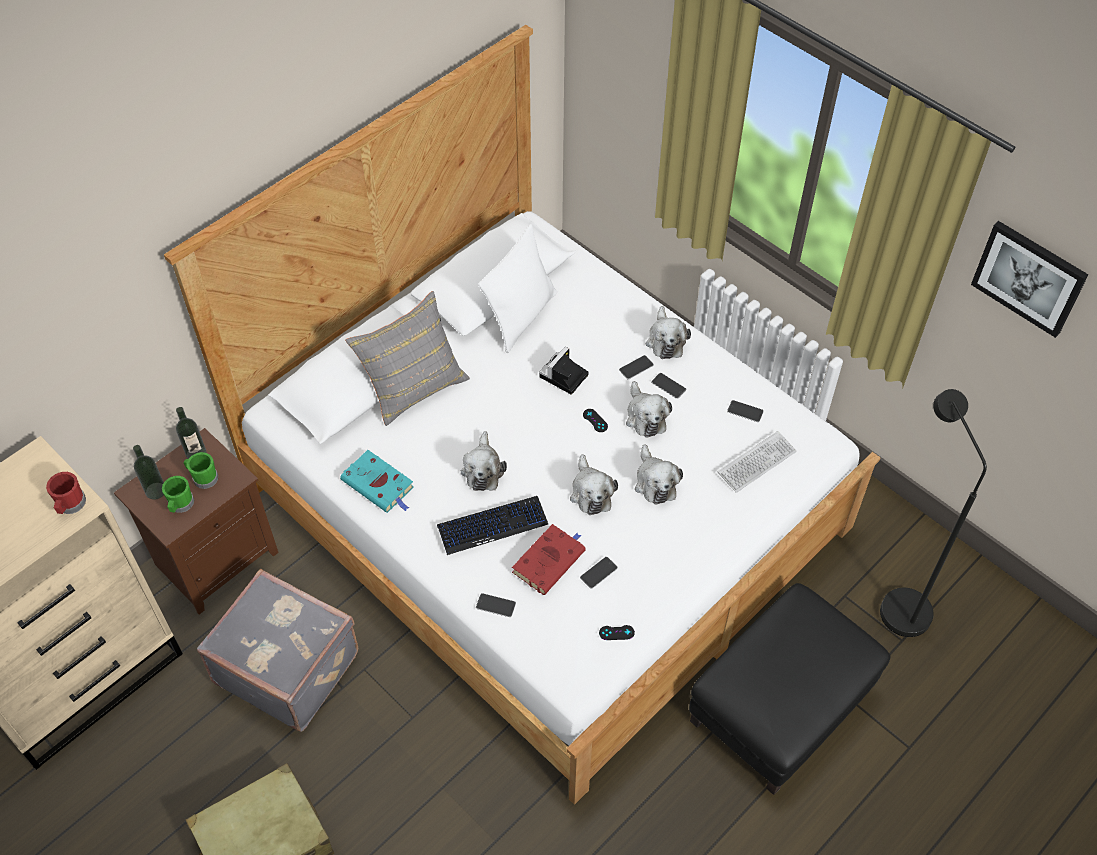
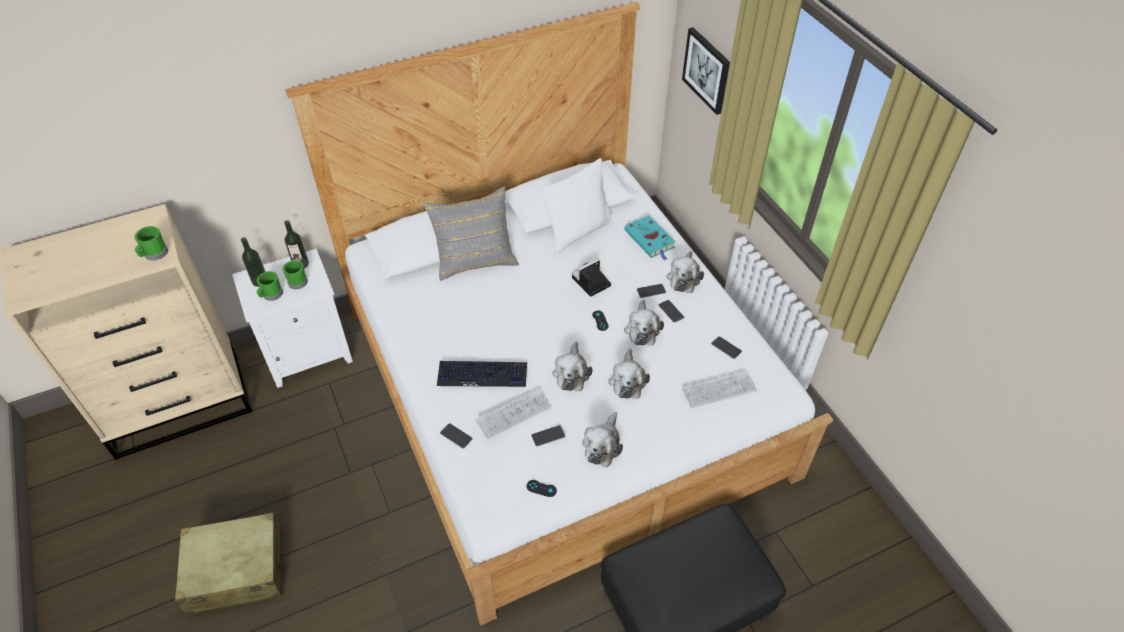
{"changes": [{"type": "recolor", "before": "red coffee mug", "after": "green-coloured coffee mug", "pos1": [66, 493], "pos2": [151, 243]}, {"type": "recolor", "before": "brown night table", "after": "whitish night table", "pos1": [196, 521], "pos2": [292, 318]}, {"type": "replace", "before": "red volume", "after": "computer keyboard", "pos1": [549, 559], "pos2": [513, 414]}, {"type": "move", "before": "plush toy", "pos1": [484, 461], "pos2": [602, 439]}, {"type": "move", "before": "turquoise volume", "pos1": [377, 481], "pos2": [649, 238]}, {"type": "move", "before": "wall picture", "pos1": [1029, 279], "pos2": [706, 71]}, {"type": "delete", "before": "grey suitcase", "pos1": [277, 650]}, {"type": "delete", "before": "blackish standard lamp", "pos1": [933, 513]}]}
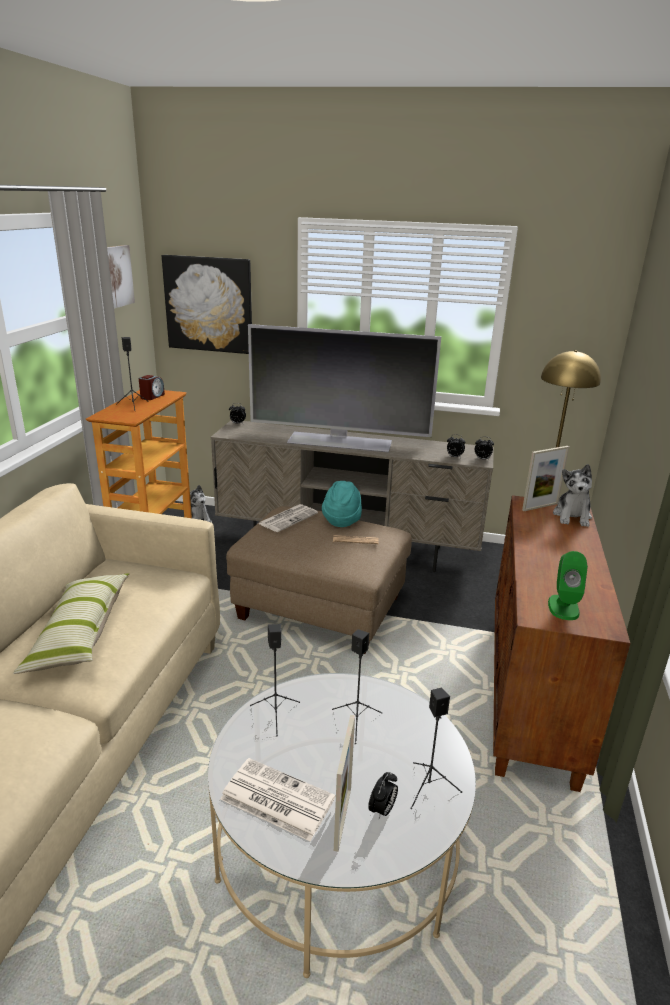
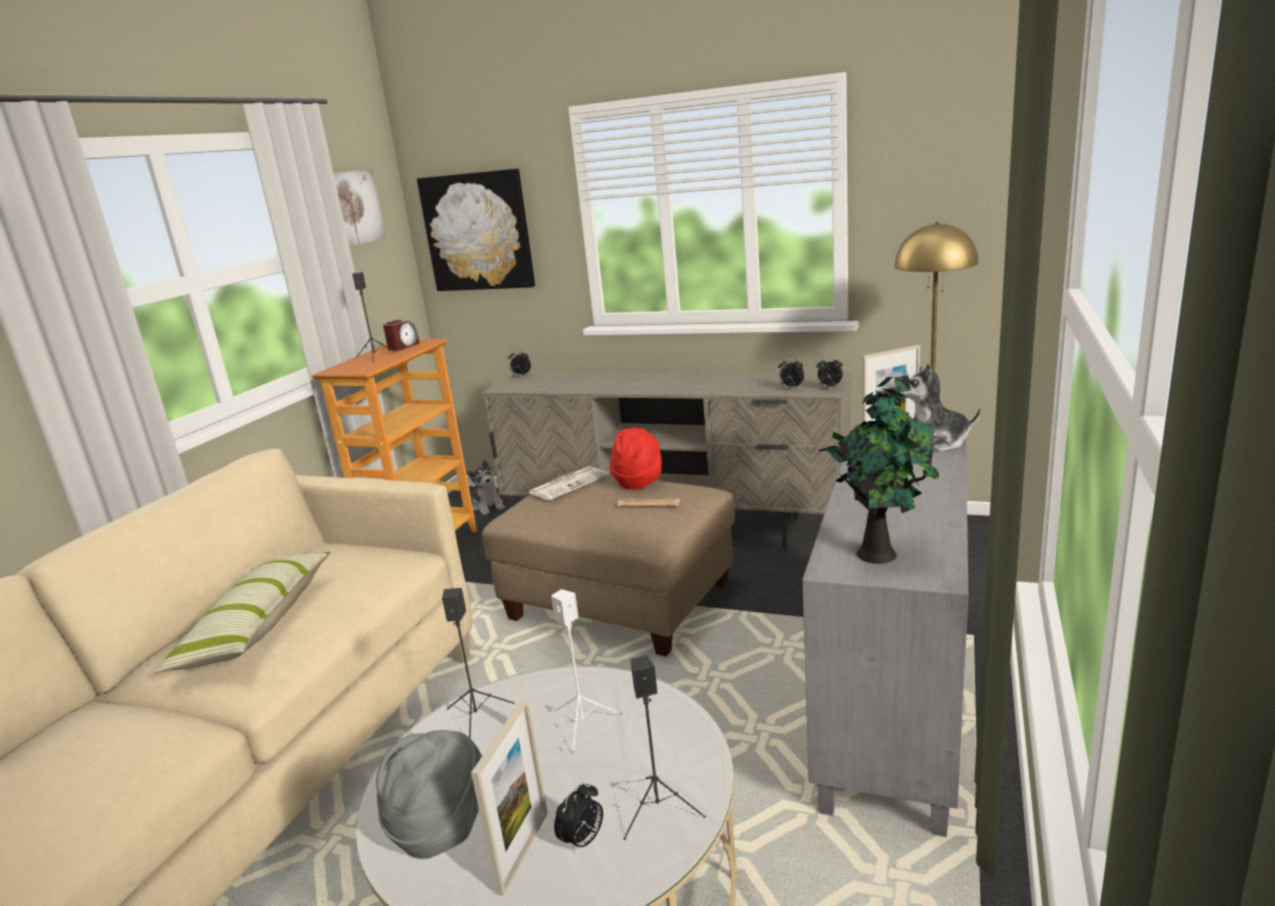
{"changes": [{"type": "replace", "before": "daily paper", "after": "grey clothing hat", "pos1": [277, 799], "pos2": [429, 794]}, {"type": "recolor", "before": "blackish loudspeaker", "after": "whitish loudspeaker", "pos1": [357, 686], "pos2": [586, 672]}, {"type": "recolor", "before": "turquoise clothing hat", "after": "red clothing hat", "pos1": [342, 504], "pos2": [635, 458]}, {"type": "recolor", "before": "brown cabinet", "after": "grey cabinet", "pos1": [562, 643], "pos2": [885, 631]}, {"type": "replace", "before": "green-coloured loudspeaker", "after": "houseplant", "pos1": [568, 585], "pos2": [878, 469]}, {"type": "rotate", "before": "plush toy", "pos1": [572, 495], "pos2": [940, 407], "turn": 75}, {"type": "delete", "before": "television", "pos1": [345, 388]}]}
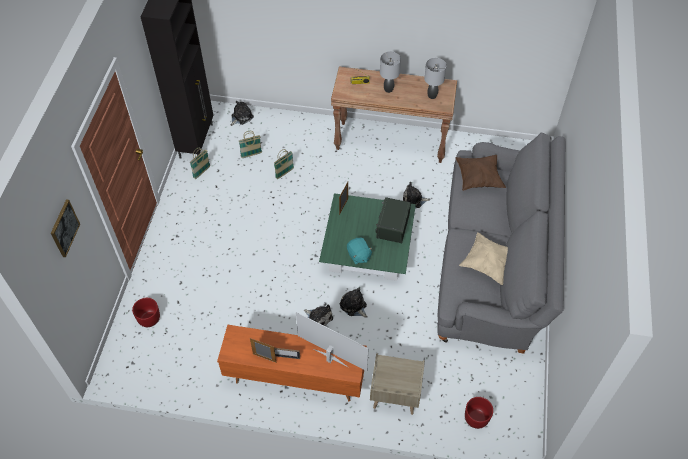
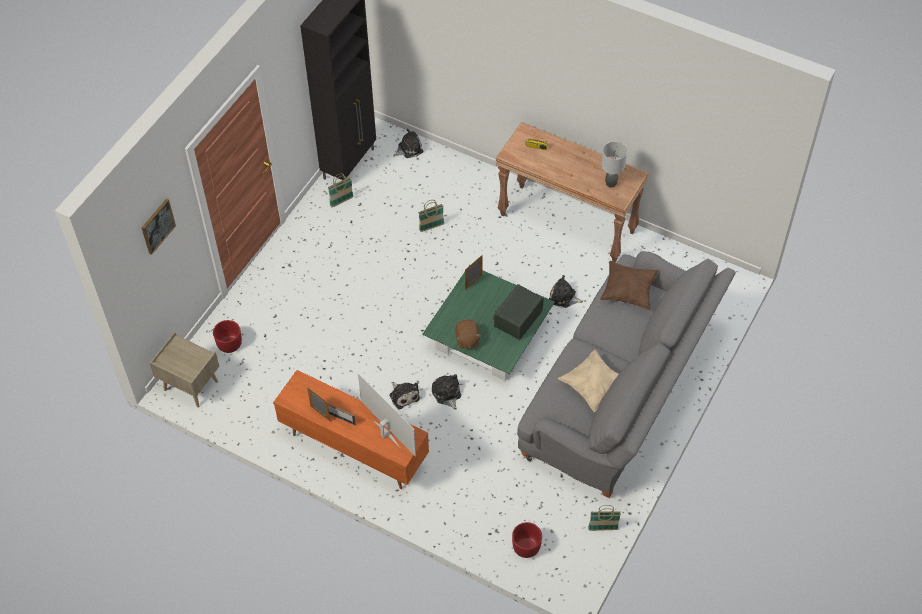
{"changes": [{"type": "move", "before": "sand-coloured night table", "pos1": [397, 384], "pos2": [184, 369]}, {"type": "recolor", "before": "turquoise plush toy", "after": "brown plush toy", "pos1": [360, 251], "pos2": [468, 334]}, {"type": "move", "before": "basket", "pos1": [250, 144], "pos2": [604, 518]}, {"type": "delete", "before": "grey table lamp", "pos1": [390, 72]}]}
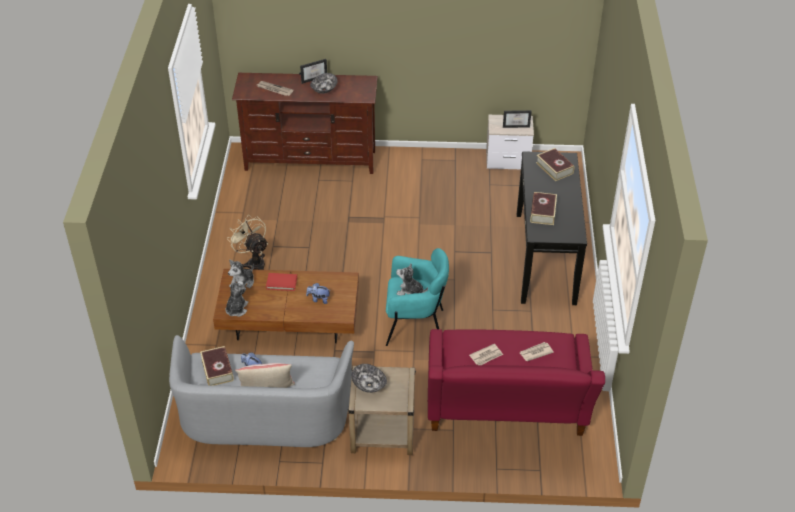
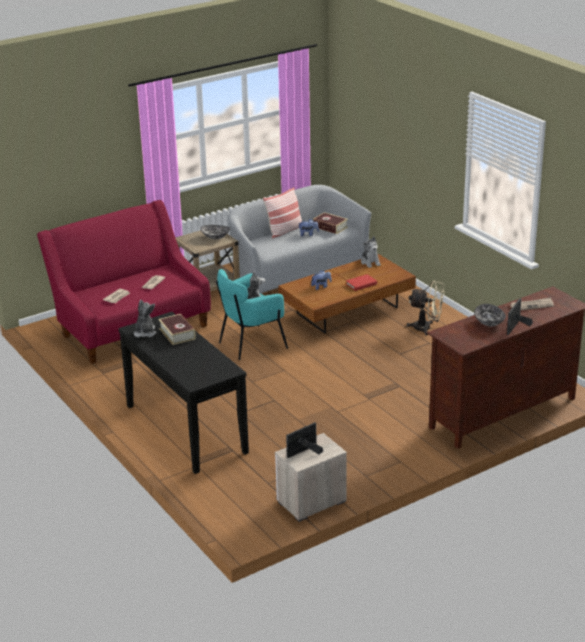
{"changes": [{"type": "move", "before": "plush toy", "pos1": [241, 273], "pos2": [145, 318]}, {"type": "delete", "before": "volume", "pos1": [555, 164]}]}
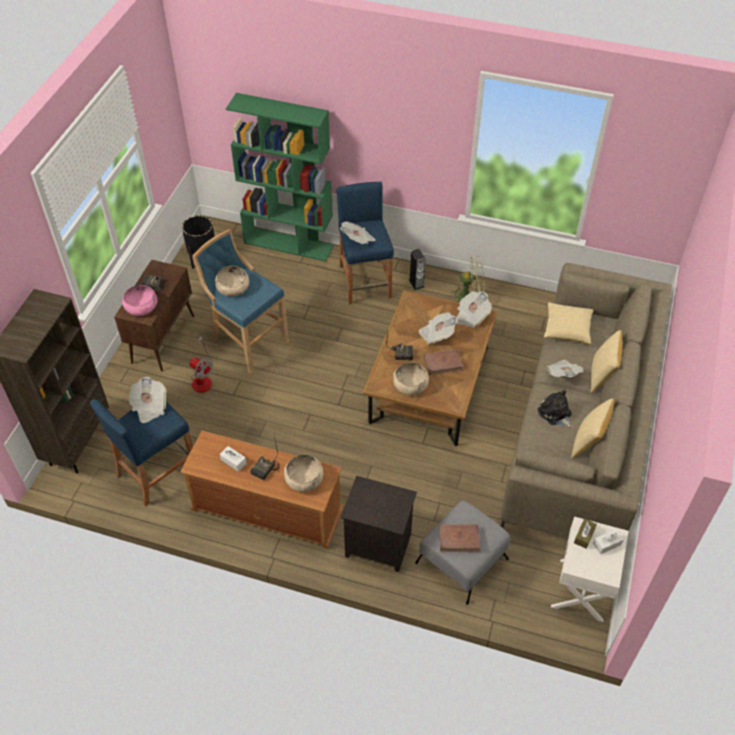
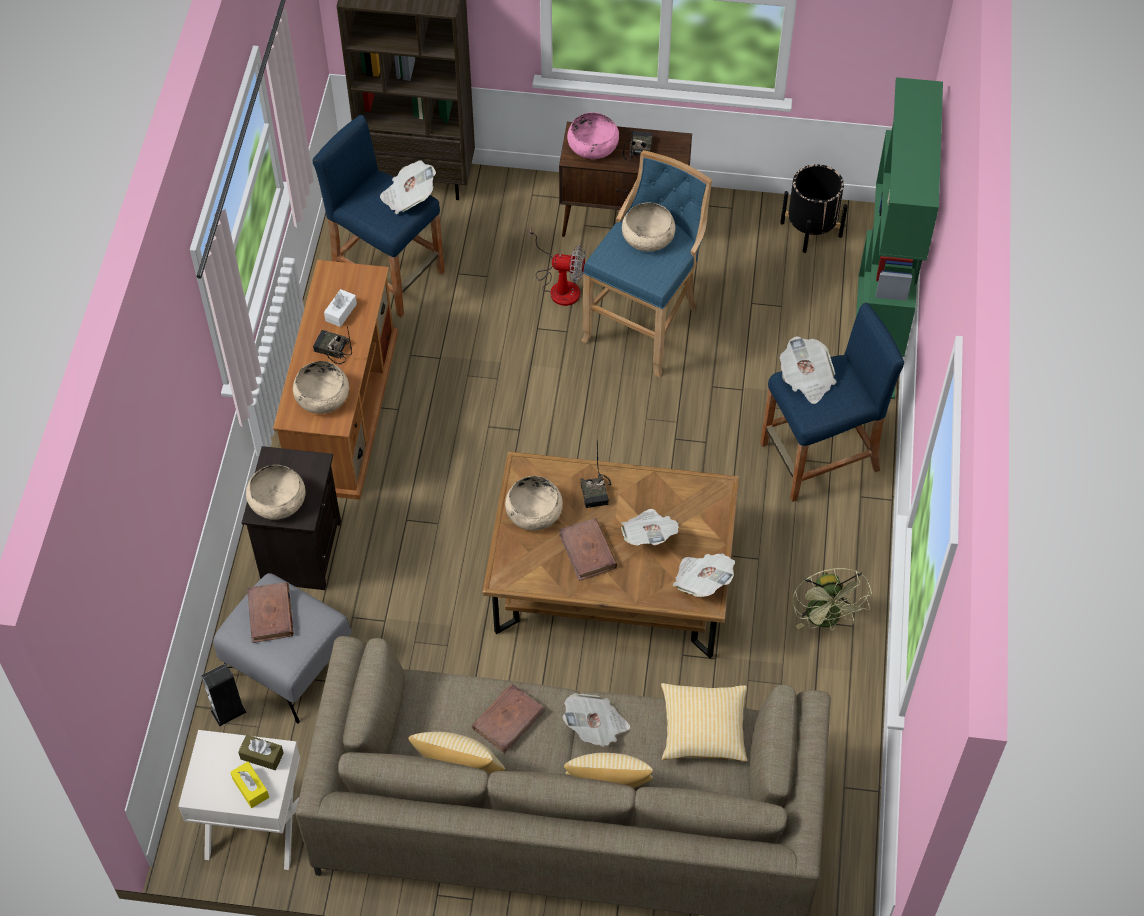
{"changes": [{"type": "move", "before": "loudspeaker", "pos1": [417, 269], "pos2": [224, 695]}, {"type": "recolor", "before": "whitish tissue box", "after": "yellow-coloured tissue box", "pos1": [608, 541], "pos2": [249, 785]}, {"type": "insert", "after": "sand-coloured bowl", "pos2": [276, 492]}, {"type": "replace", "before": "plush toy", "after": "brown volume", "pos1": [555, 409], "pos2": [508, 719]}, {"type": "rotate", "before": "cooling fan", "pos1": [201, 364], "pos2": [557, 266], "turn": -105}]}
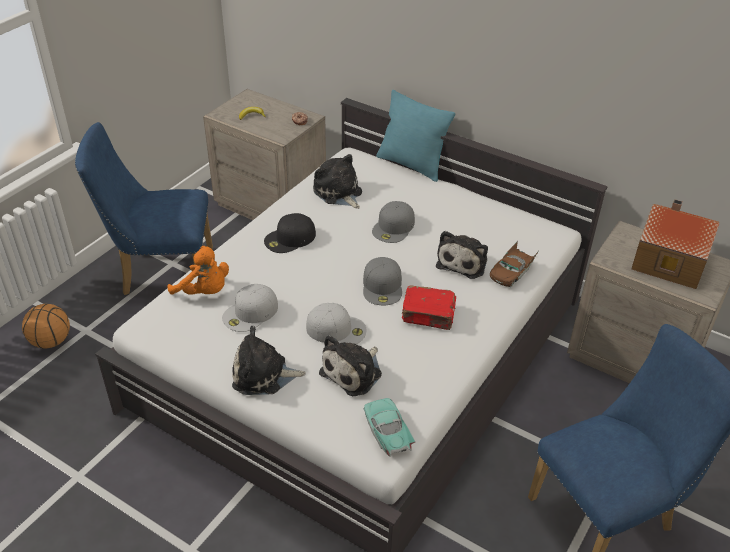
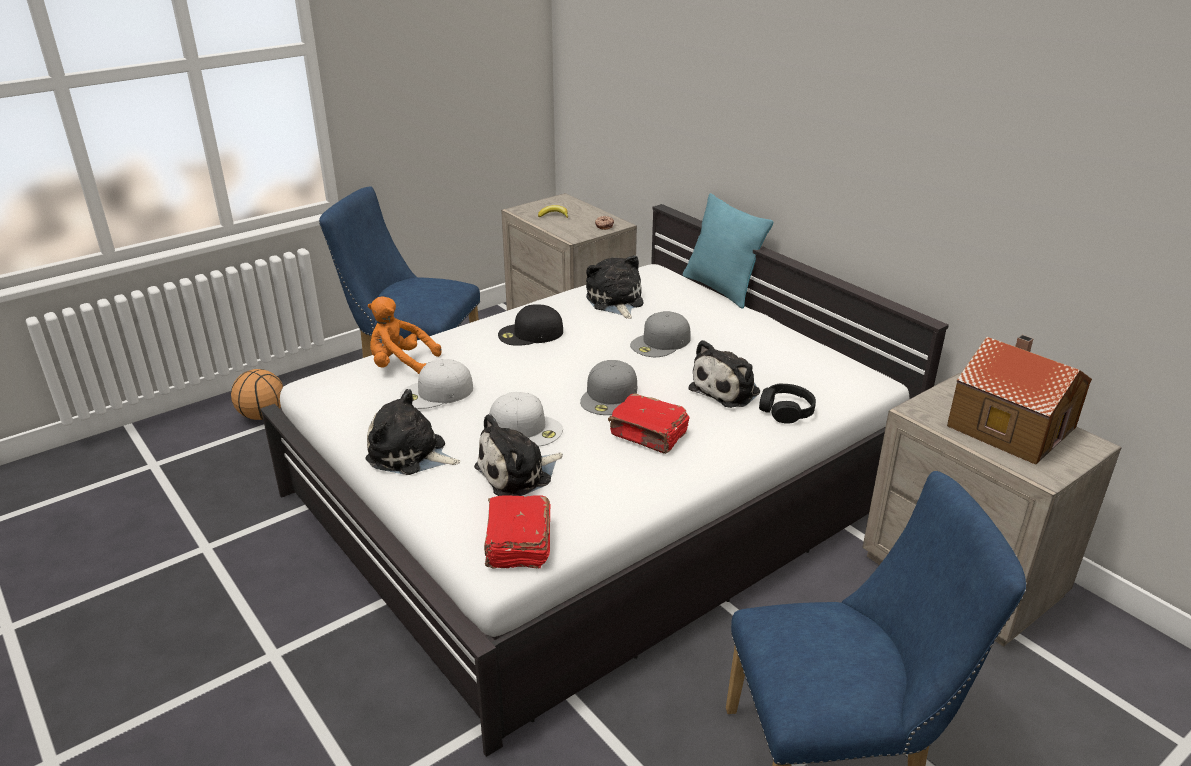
{"changes": [{"type": "rotate", "before": "orange-coloured plush toy", "pos1": [198, 270], "pos2": [405, 335], "turn": 135}, {"type": "replace", "before": "turquoise model car", "after": "red volume", "pos1": [390, 427], "pos2": [517, 532]}, {"type": "replace", "before": "brown model car", "after": "blackish pair of headphones", "pos1": [514, 264], "pos2": [787, 403]}]}
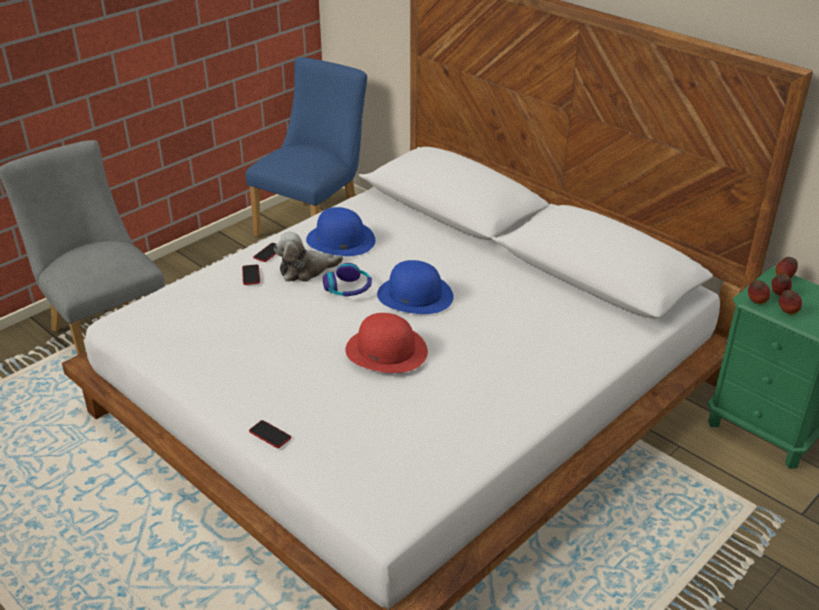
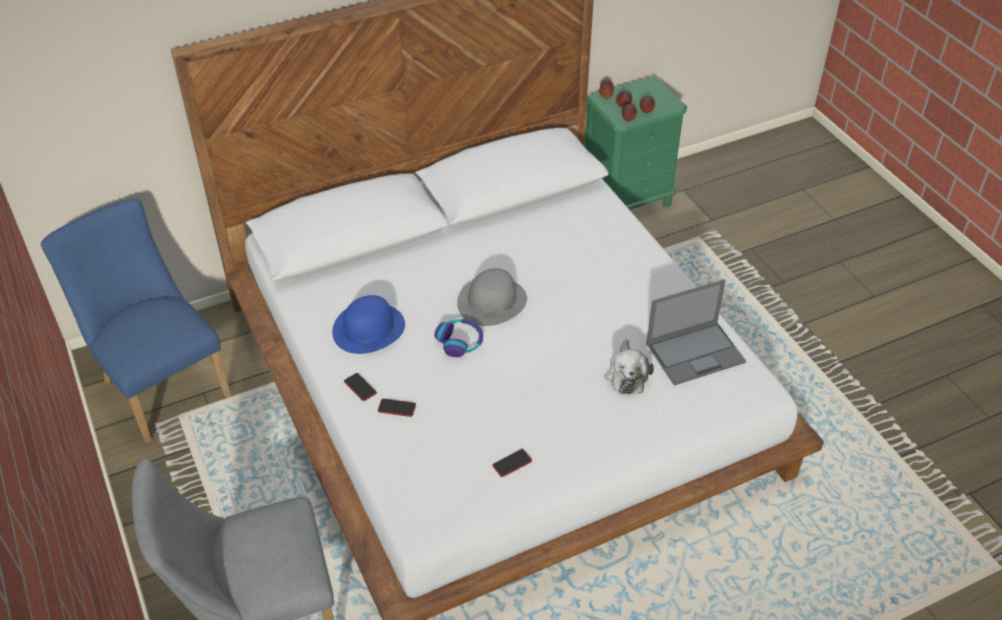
{"changes": [{"type": "recolor", "before": "bluish clothing hat", "after": "grey clothing hat", "pos1": [415, 287], "pos2": [492, 297]}, {"type": "move", "before": "phone", "pos1": [270, 434], "pos2": [512, 463]}, {"type": "move", "before": "plush toy", "pos1": [308, 256], "pos2": [629, 366]}, {"type": "insert", "after": "portable computer", "pos2": [696, 332]}, {"type": "delete", "before": "red clothing hat", "pos1": [386, 343]}]}
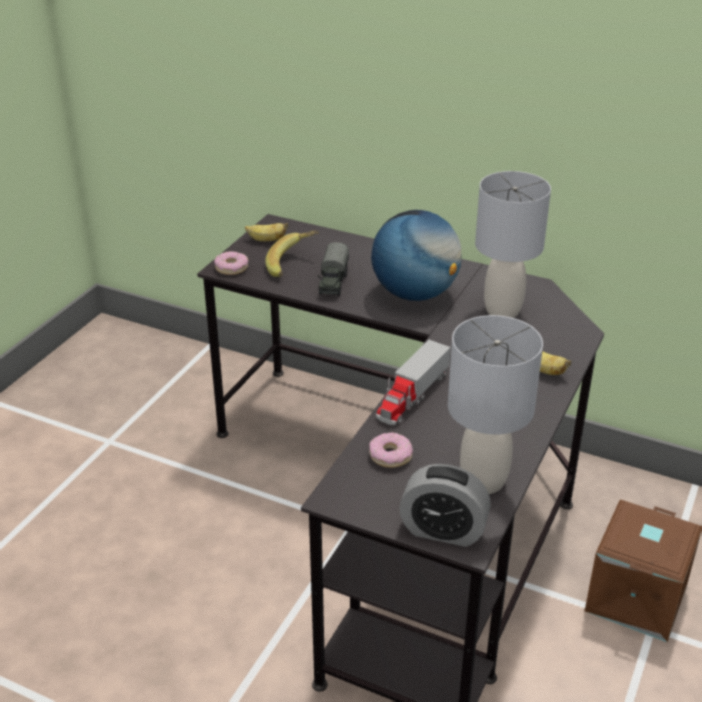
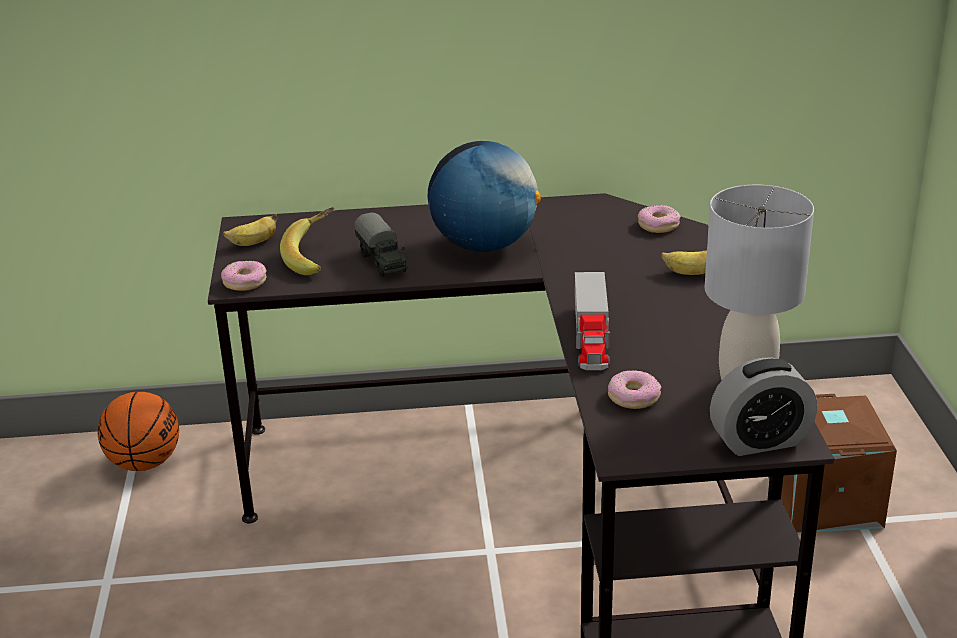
{"changes": [{"type": "insert", "after": "basketball", "pos2": [138, 431]}, {"type": "insert", "after": "doughnut", "pos2": [659, 219]}, {"type": "delete", "before": "grey table lamp", "pos1": [513, 244]}]}
